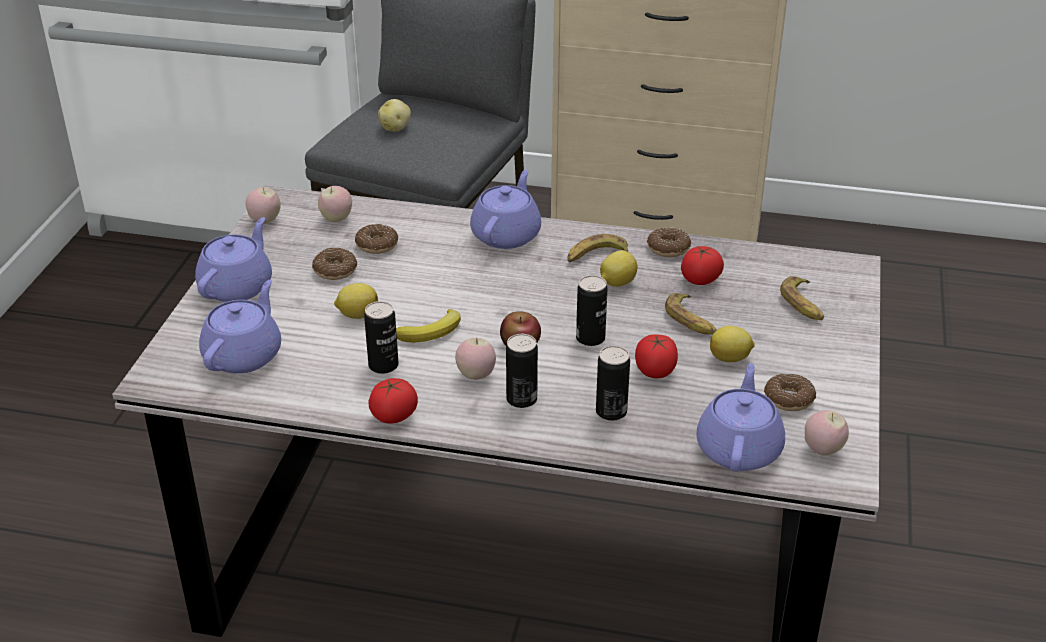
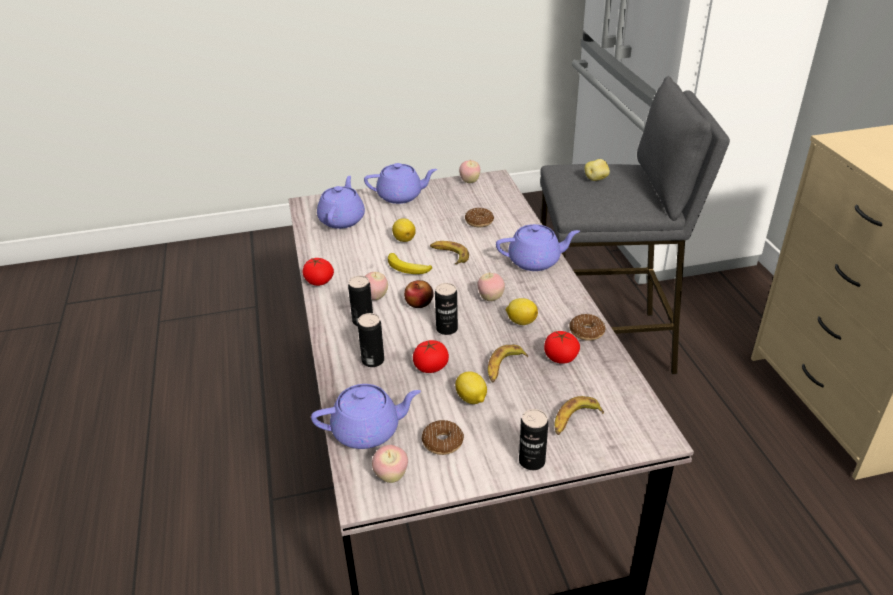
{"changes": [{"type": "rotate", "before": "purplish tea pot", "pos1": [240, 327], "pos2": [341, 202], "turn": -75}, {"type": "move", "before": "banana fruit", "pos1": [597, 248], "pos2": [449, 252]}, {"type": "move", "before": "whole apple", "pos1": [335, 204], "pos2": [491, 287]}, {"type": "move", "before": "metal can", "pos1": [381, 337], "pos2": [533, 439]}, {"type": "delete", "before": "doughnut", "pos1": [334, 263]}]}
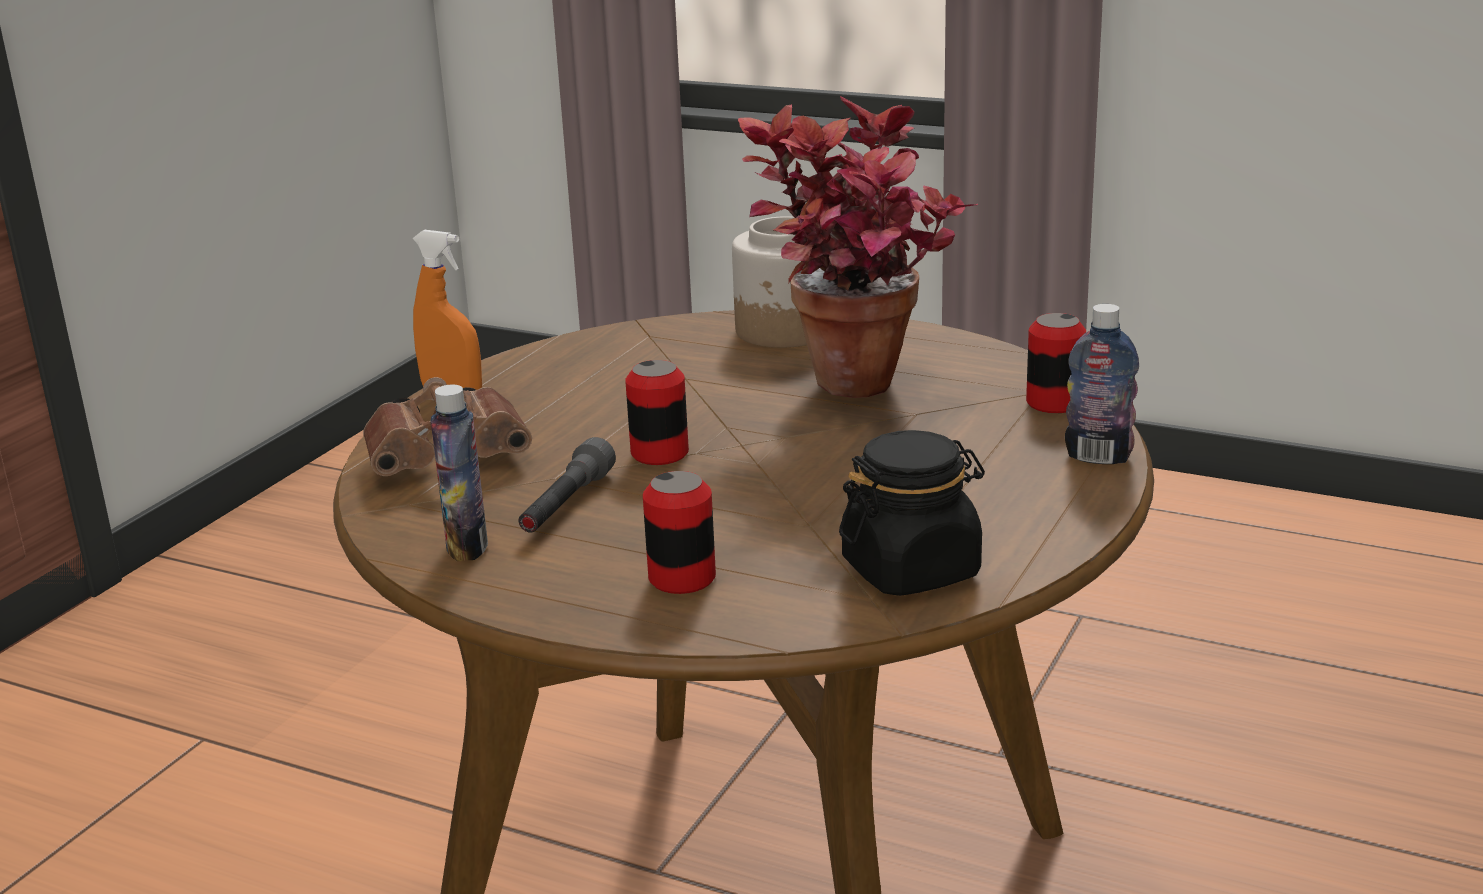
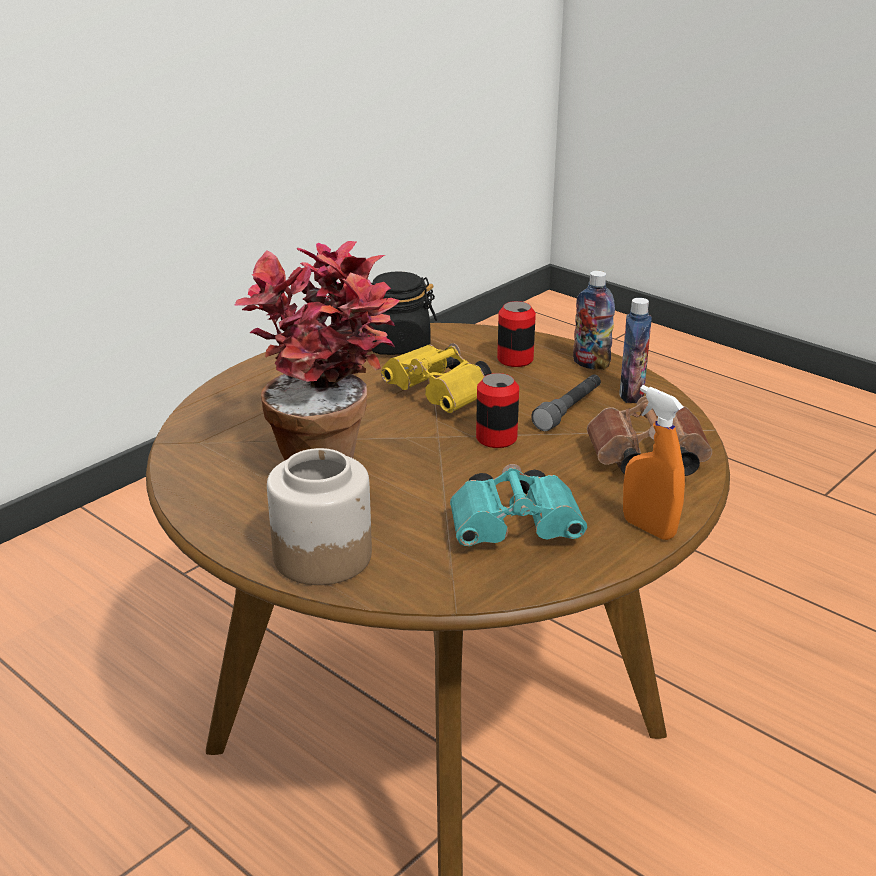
{"changes": [{"type": "insert", "after": "yellow-coloured binoculars", "pos2": [436, 378]}, {"type": "insert", "after": "turquoise binoculars", "pos2": [518, 505]}, {"type": "move", "before": "bottle", "pos1": [1102, 384], "pos2": [594, 320]}, {"type": "delete", "before": "metal can", "pos1": [1056, 363]}]}
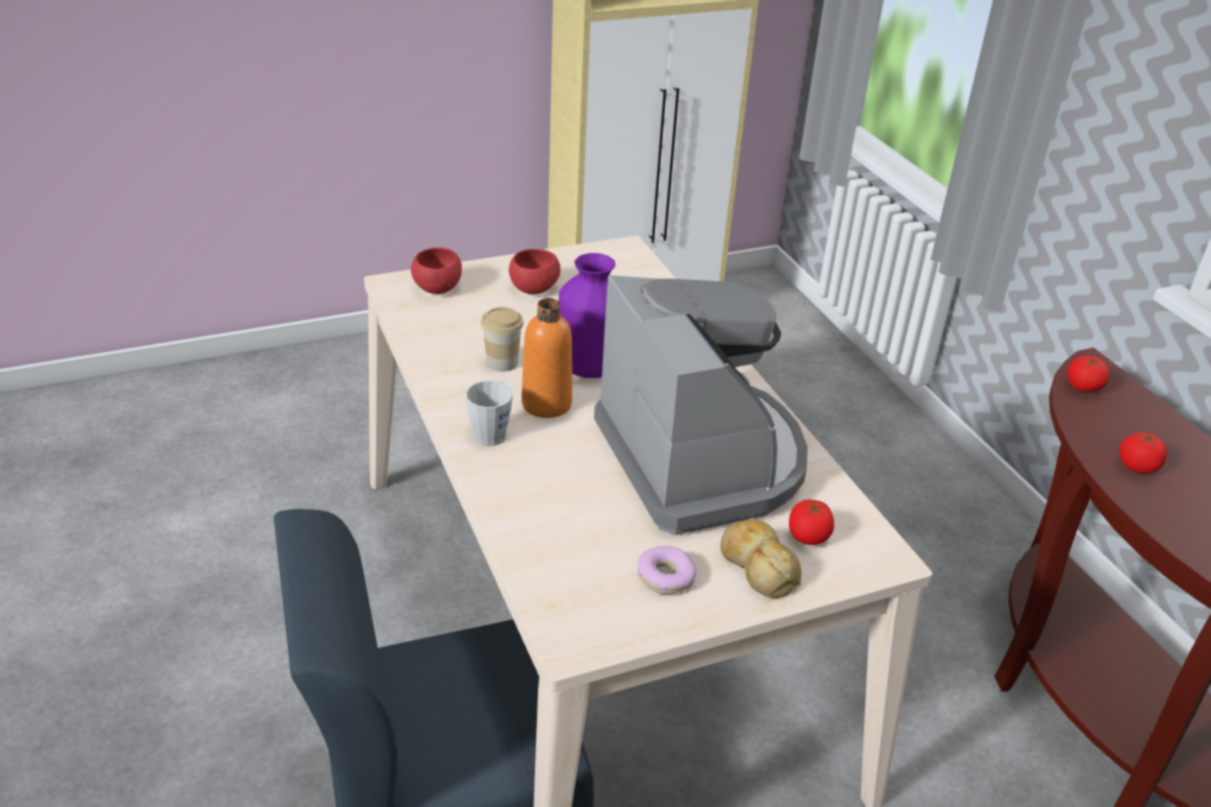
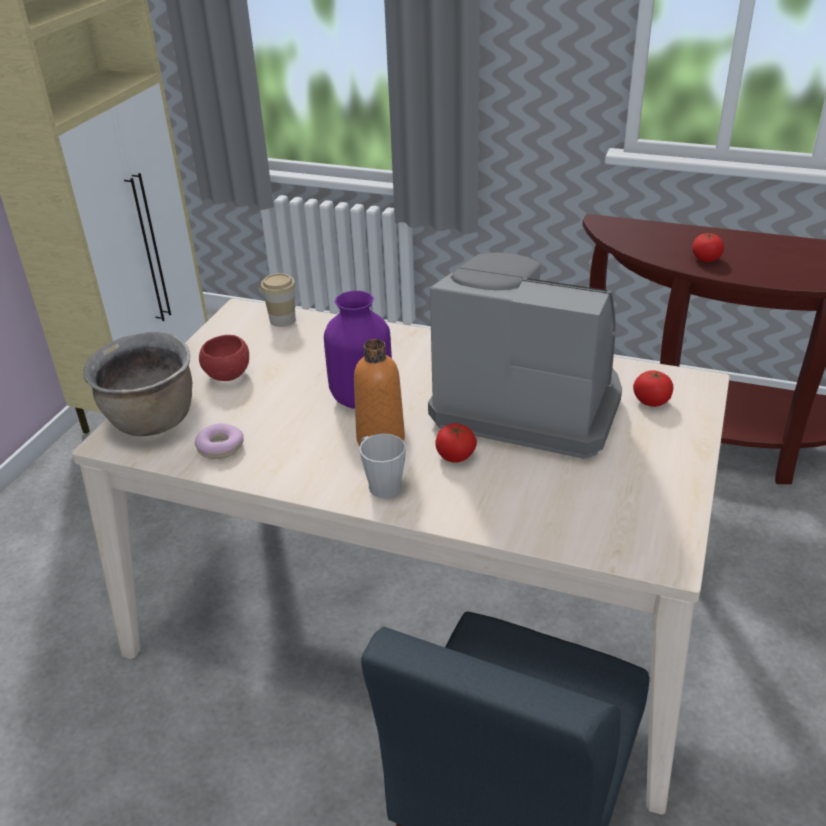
{"changes": [{"type": "replace", "before": "red bowl", "after": "brown stockpot", "pos1": [436, 270], "pos2": [137, 384]}, {"type": "move", "before": "doughnut", "pos1": [667, 570], "pos2": [219, 441]}, {"type": "move", "before": "small cup", "pos1": [502, 339], "pos2": [278, 300]}, {"type": "move", "before": "whole tomato", "pos1": [1088, 374], "pos2": [456, 443]}, {"type": "delete", "before": "baked bread", "pos1": [761, 559]}]}
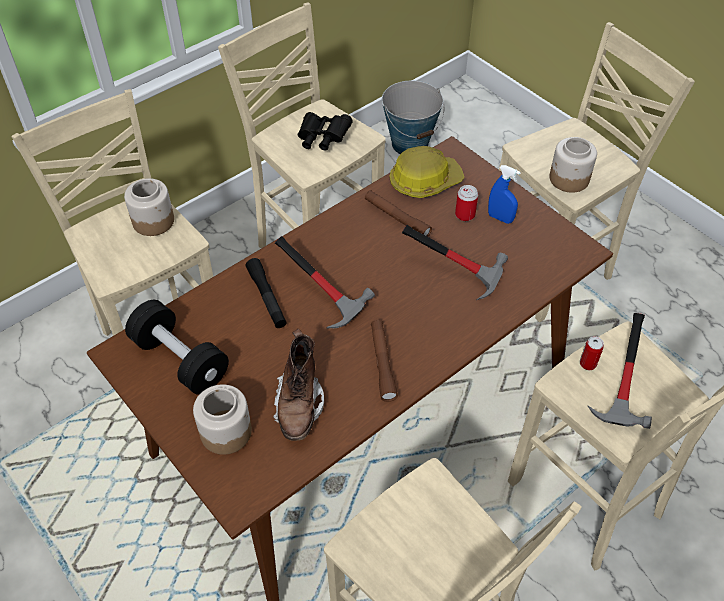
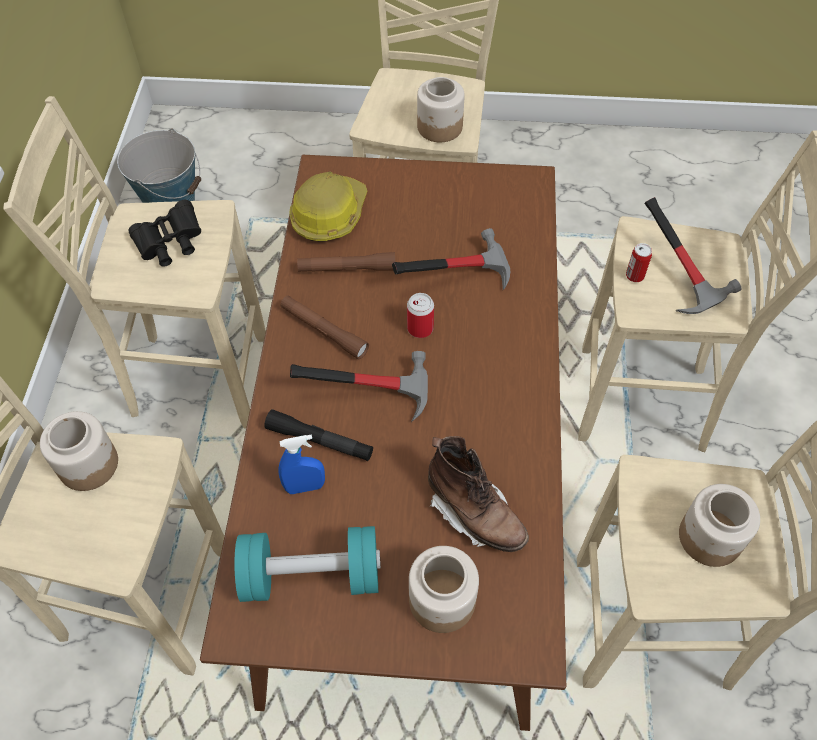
{"changes": [{"type": "recolor", "before": "blackish free weight", "after": "turquoise free weight", "pos1": [177, 347], "pos2": [308, 564]}, {"type": "move", "before": "bluish spray bottle", "pos1": [504, 194], "pos2": [301, 464]}, {"type": "move", "before": "brown hand torch", "pos1": [384, 361], "pos2": [324, 327]}, {"type": "move", "before": "metal can", "pos1": [466, 203], "pos2": [420, 315]}, {"type": "insert", "after": "storage jar", "pos2": [719, 525]}]}
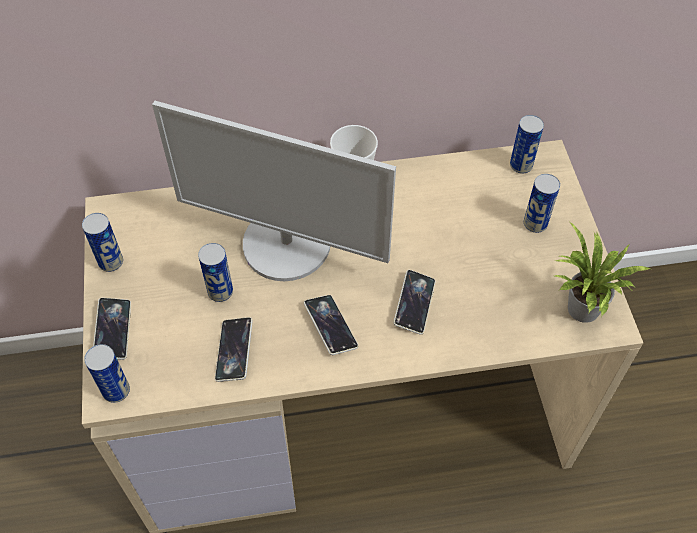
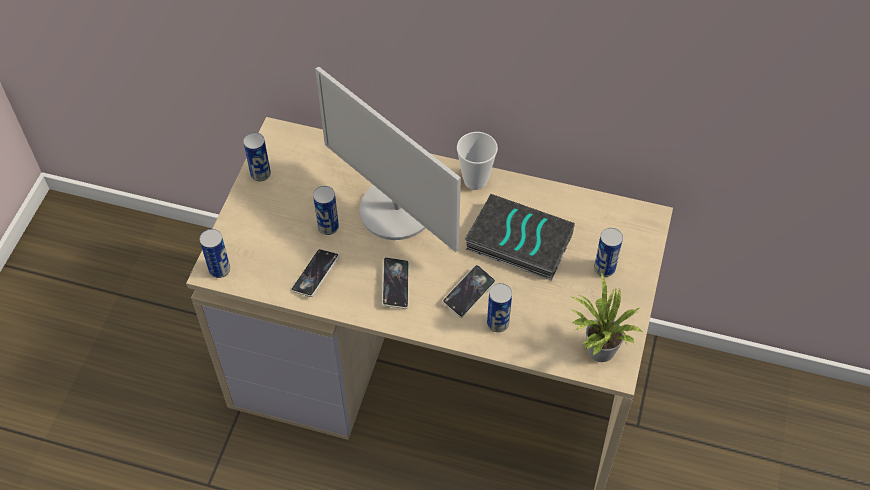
{"changes": [{"type": "insert", "after": "volume", "pos2": [520, 237]}, {"type": "move", "before": "metal can", "pos1": [527, 144], "pos2": [499, 307]}, {"type": "delete", "before": "phone", "pos1": [112, 329]}]}
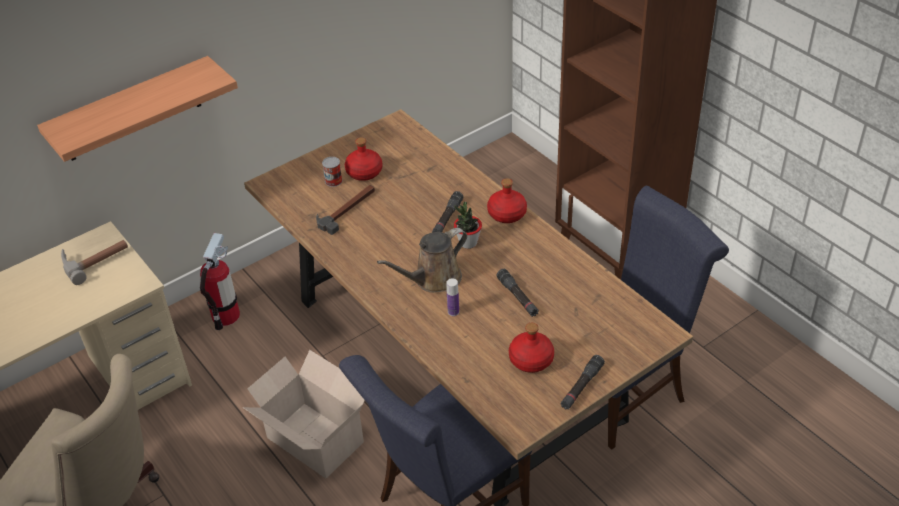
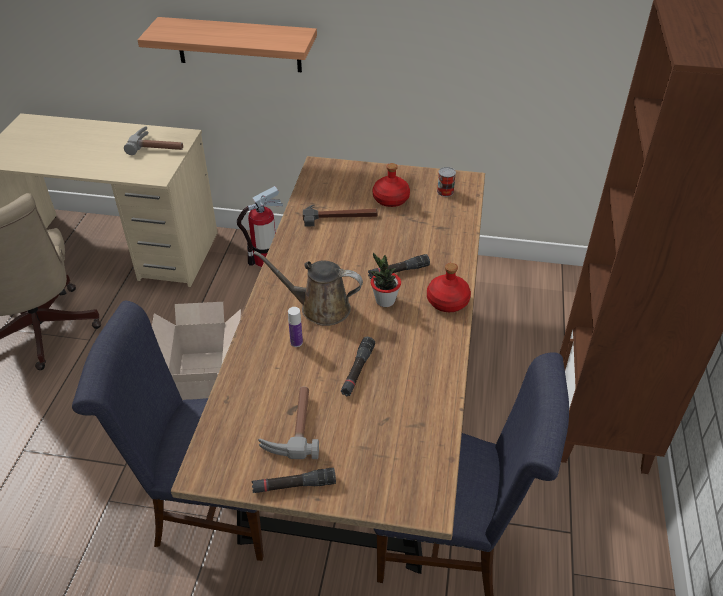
{"changes": [{"type": "replace", "before": "red bottle", "after": "hammer", "pos1": [531, 348], "pos2": [288, 423]}, {"type": "move", "before": "metal can", "pos1": [332, 172], "pos2": [446, 182]}]}
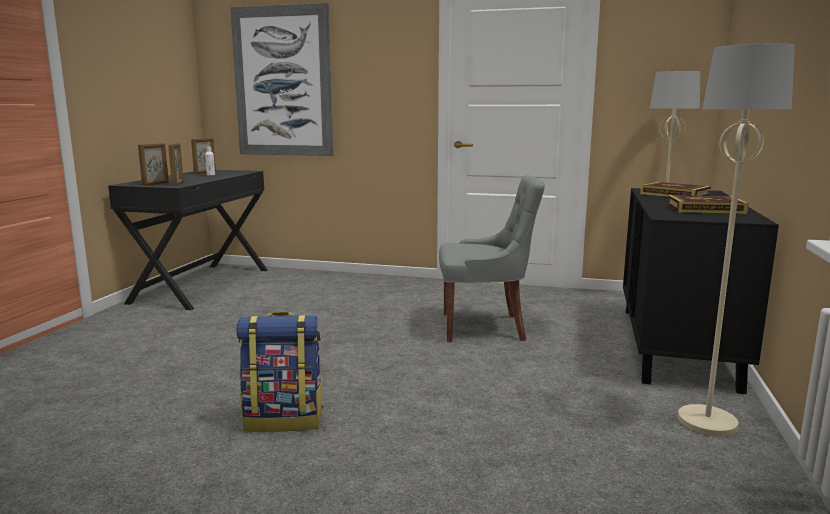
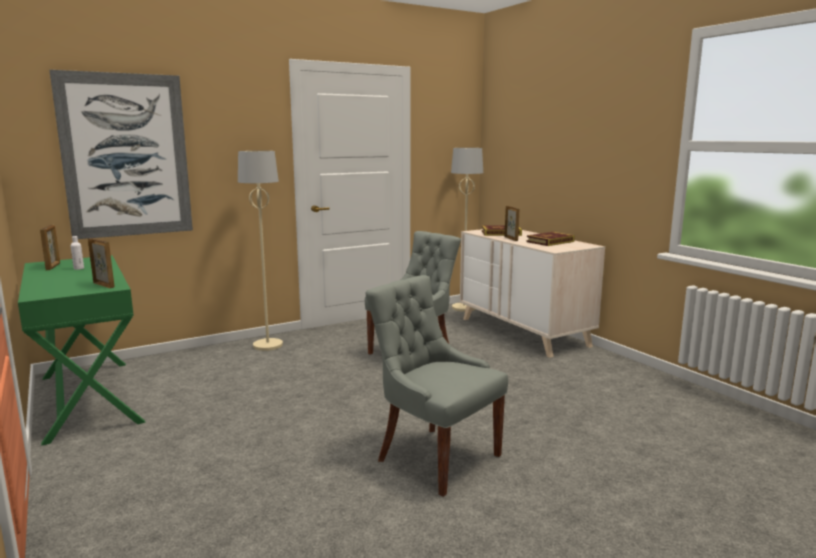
{"changes": [{"type": "recolor", "before": "blackish desk unit", "after": "green-coloured desk unit", "pos1": [188, 240], "pos2": [82, 350]}, {"type": "move", "before": "sand-coloured standard lamp", "pos1": [736, 240], "pos2": [260, 251]}, {"type": "replace", "before": "rucksack", "after": "grey plain chair", "pos1": [279, 372], "pos2": [436, 386]}, {"type": "recolor", "before": "blackish drawer chest", "after": "sand-coloured drawer chest", "pos1": [701, 291], "pos2": [532, 293]}, {"type": "move", "before": "standing frame", "pos1": [153, 164], "pos2": [512, 223]}]}
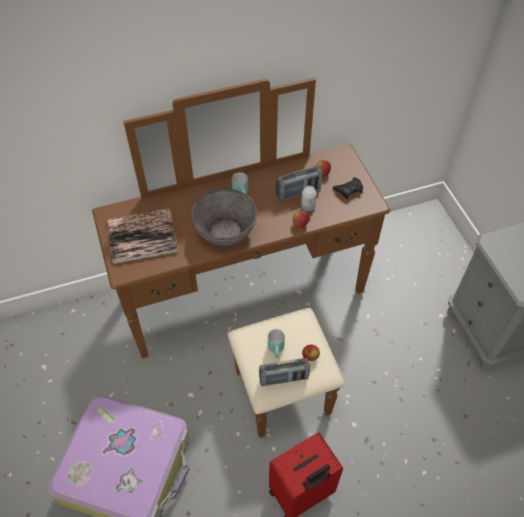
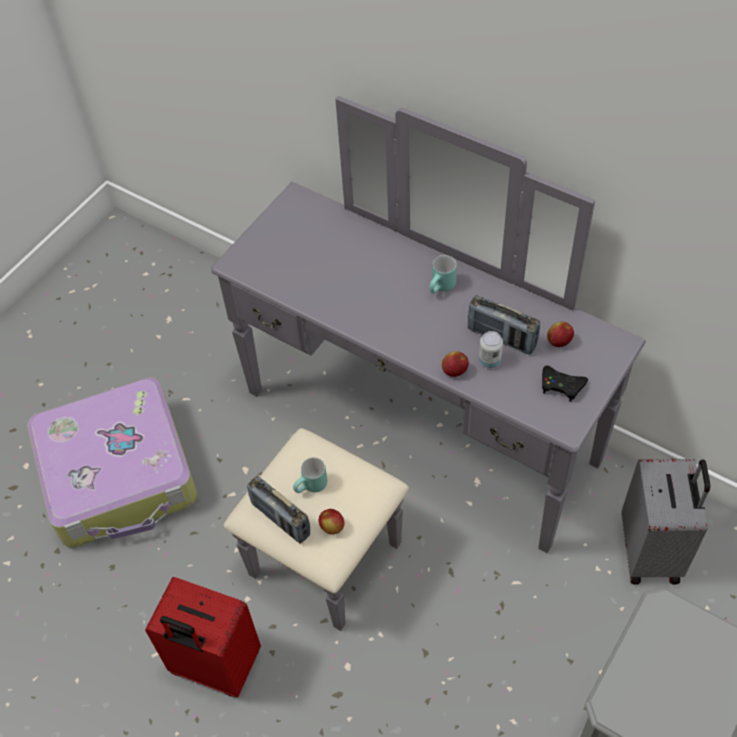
{"changes": [{"type": "recolor", "before": "brown drawer chest", "after": "grey drawer chest", "pos1": [241, 258], "pos2": [428, 363]}, {"type": "insert", "after": "grey suitcase", "pos2": [665, 522]}, {"type": "delete", "before": "volume", "pos1": [142, 236]}, {"type": "delete", "before": "grey bowl", "pos1": [224, 217]}]}
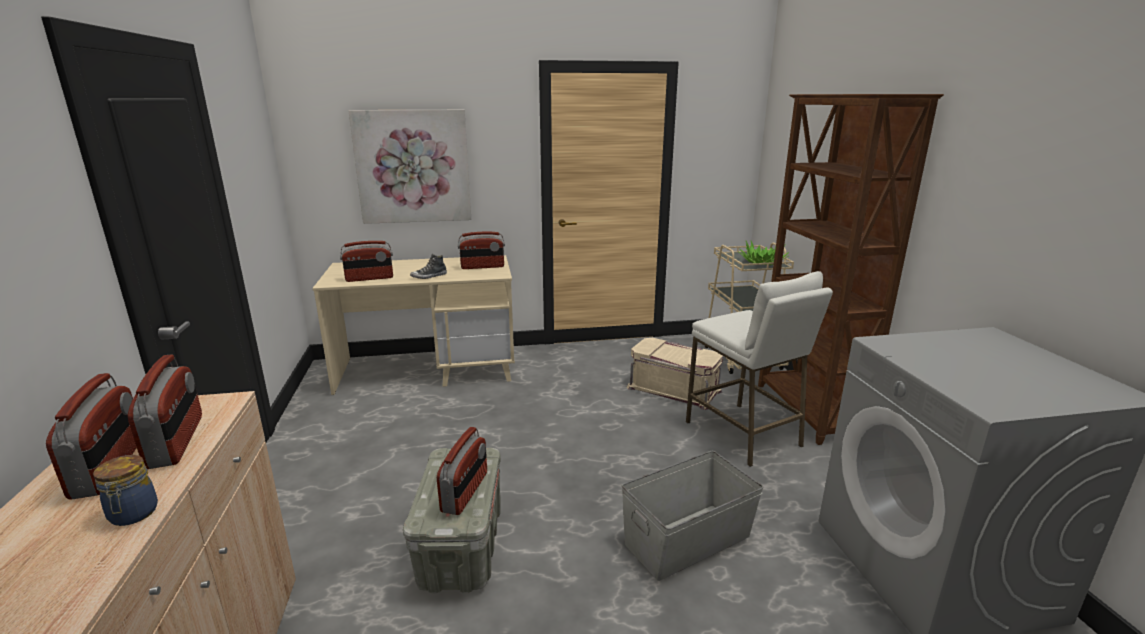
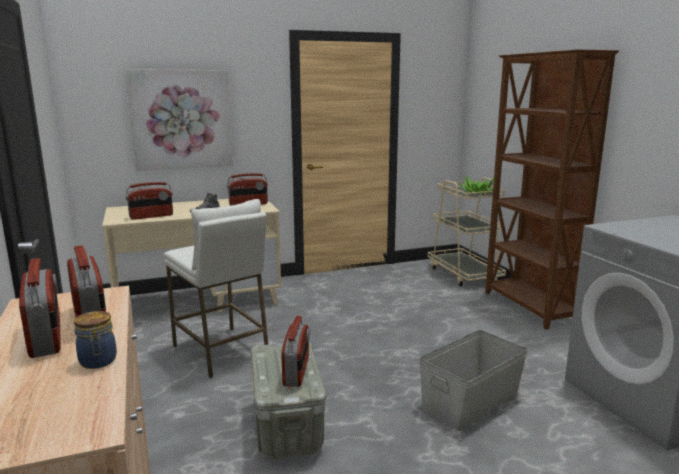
{"changes": [{"type": "move", "before": "whitish stool", "pos1": [759, 369], "pos2": [216, 288]}, {"type": "delete", "before": "sand-coloured storage box", "pos1": [675, 374]}]}
